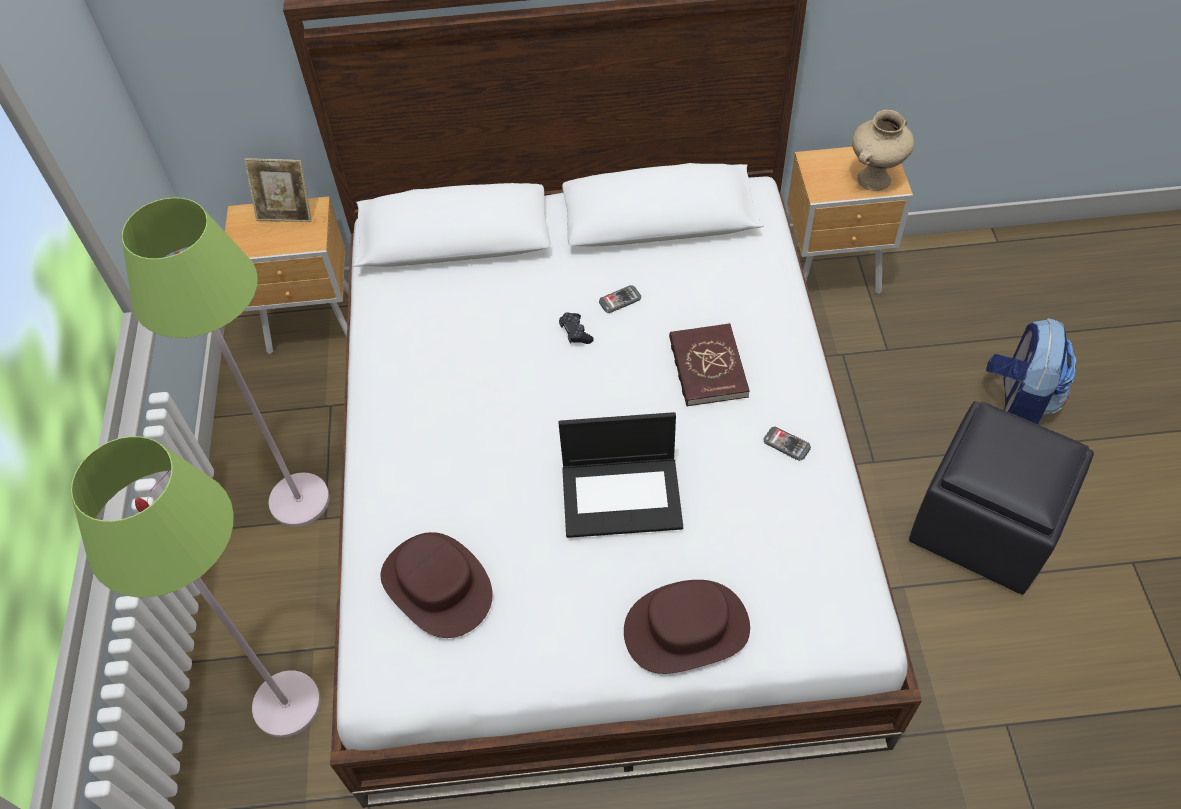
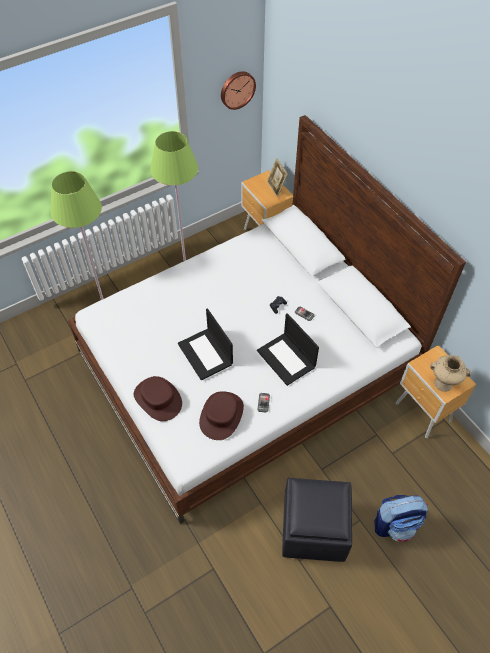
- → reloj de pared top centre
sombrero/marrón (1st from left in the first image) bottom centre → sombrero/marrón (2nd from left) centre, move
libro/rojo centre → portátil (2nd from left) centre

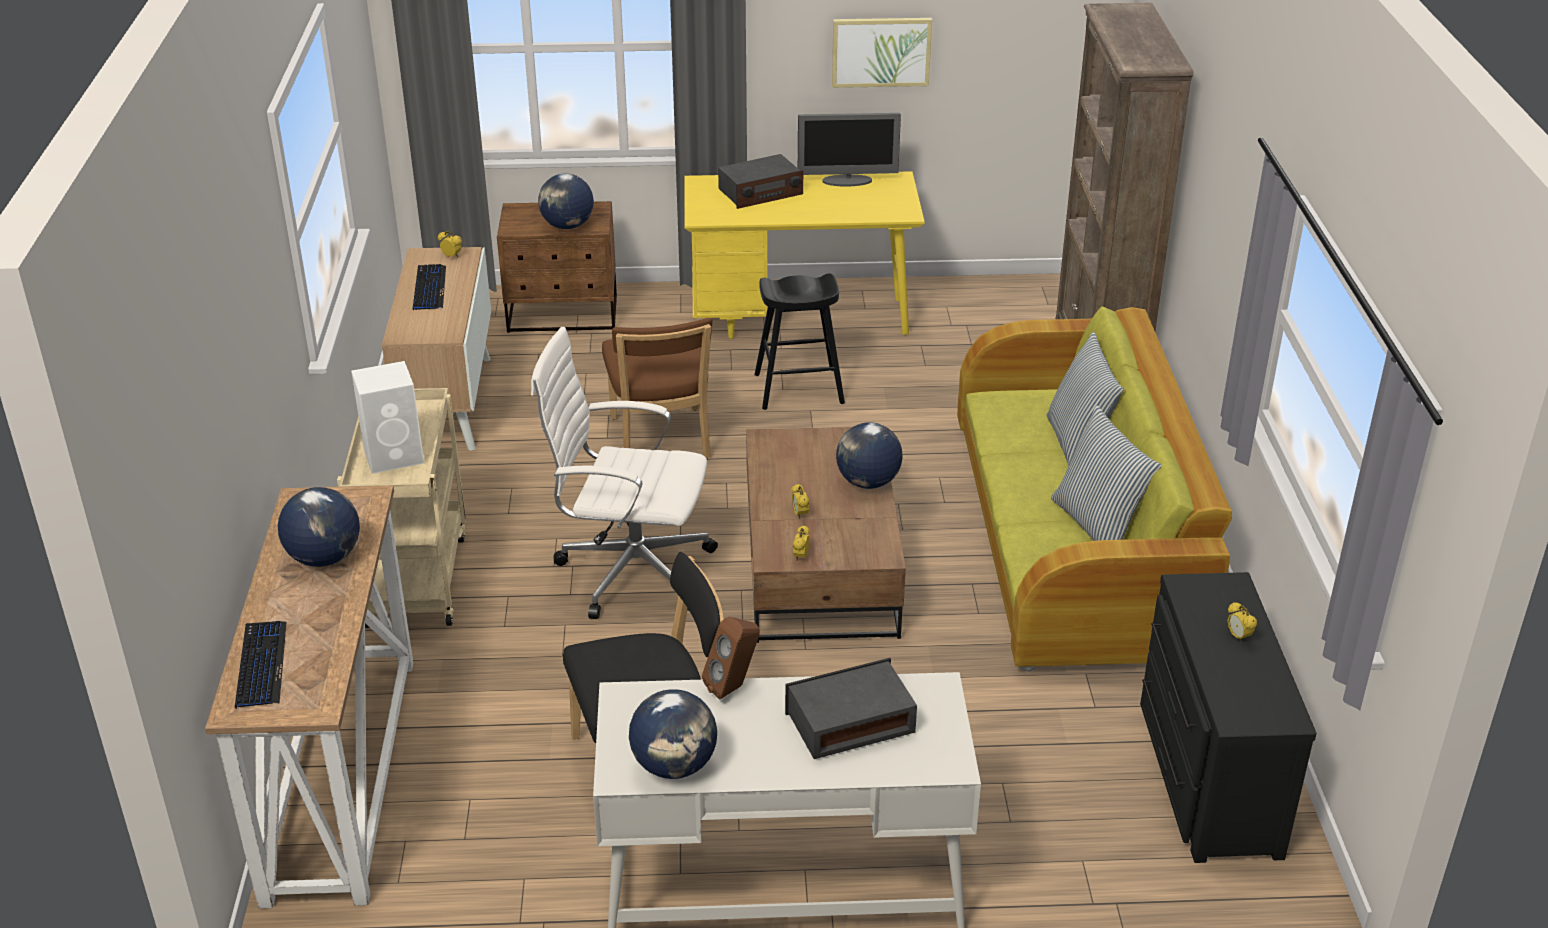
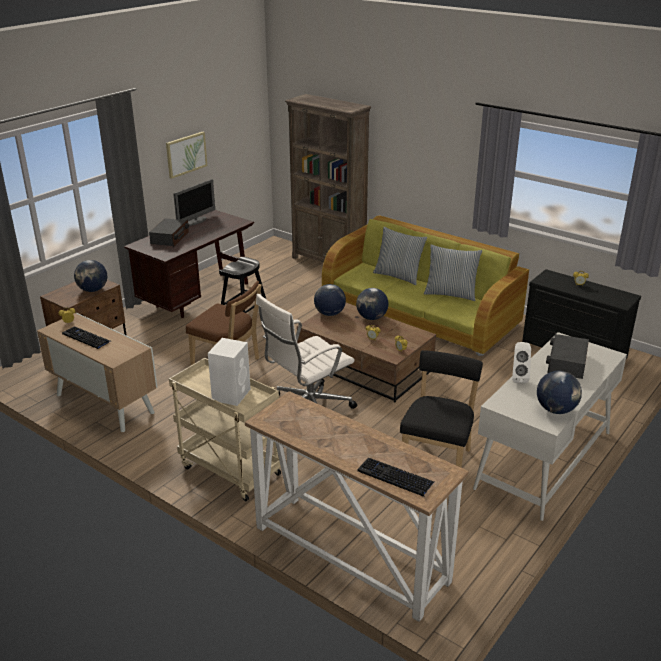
globo terráqueo (1st from left in the first image) middle left → globo terráqueo (2nd from left) centre, move
escritorio/amarillo top centre → escritorio/marrón middle left
altavoz/marrón bottom centre → altavoz/blanco (2nd from left) middle right

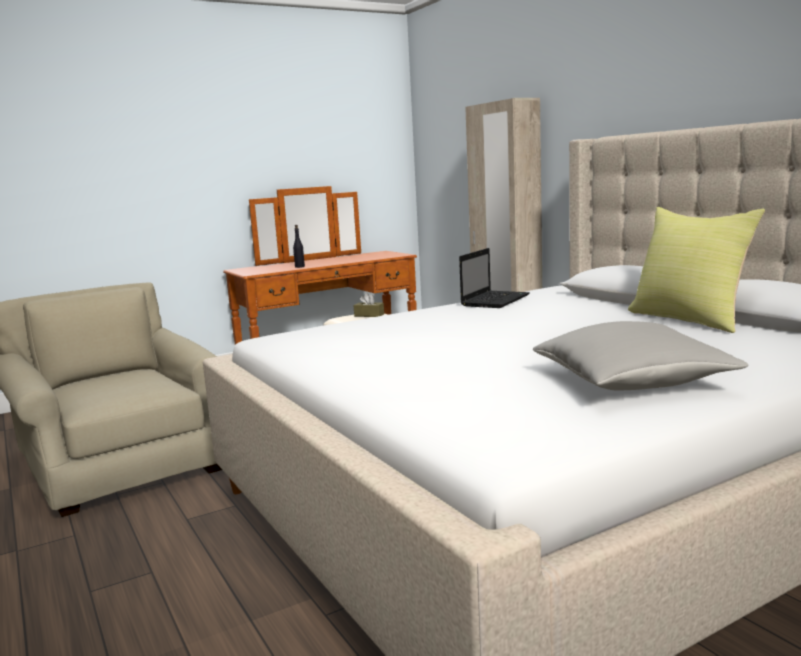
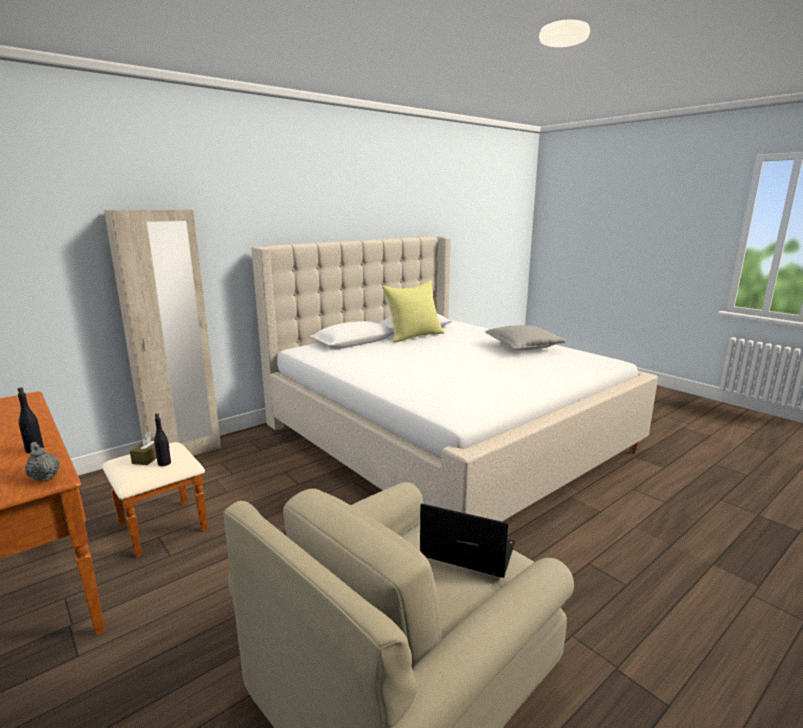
- → tetera/gris middle left
- → botella/negro (2nd from left) middle left
portátil centre → portátil bottom centre, move

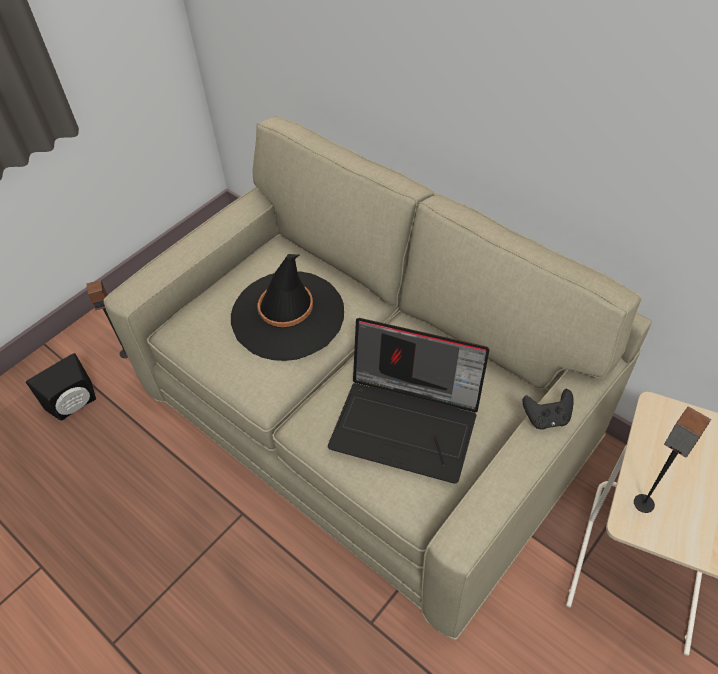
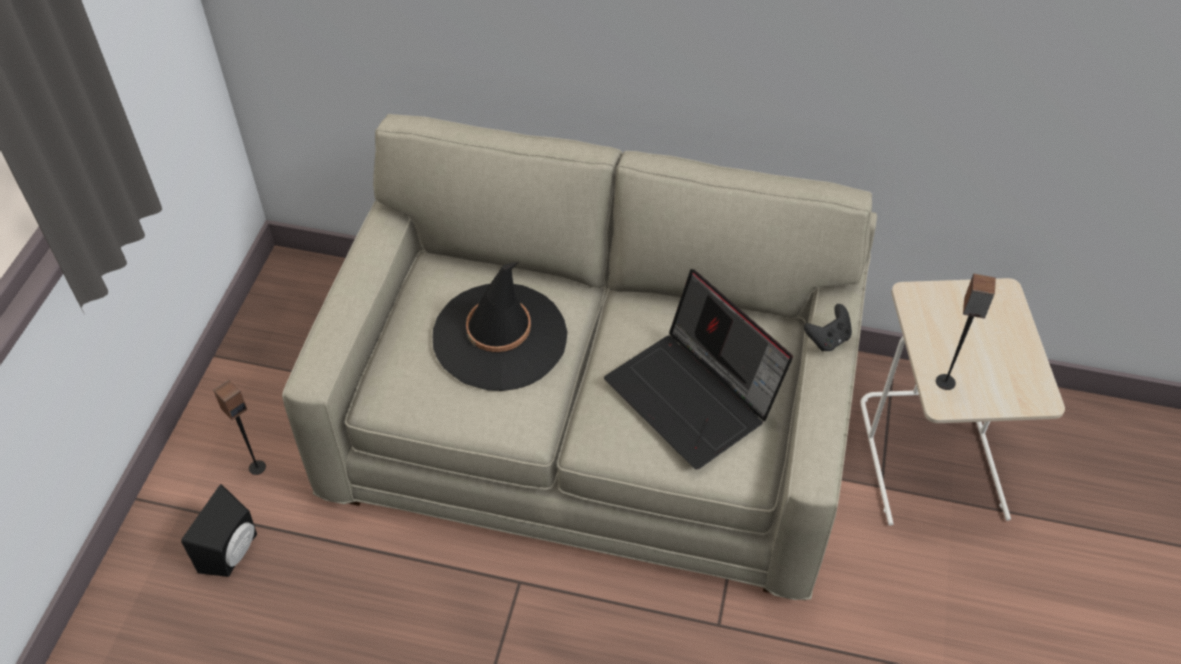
portátil centre, 60 degrees clockwise

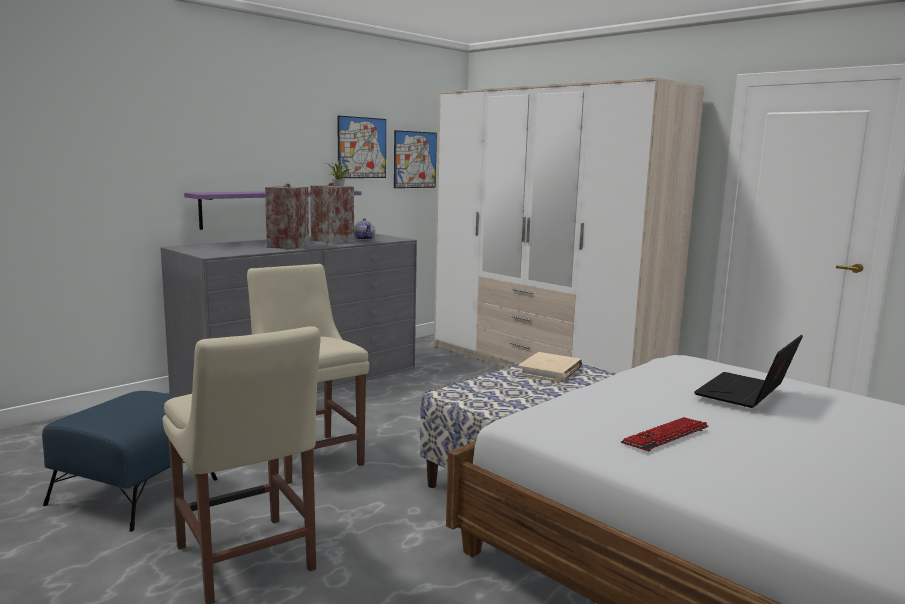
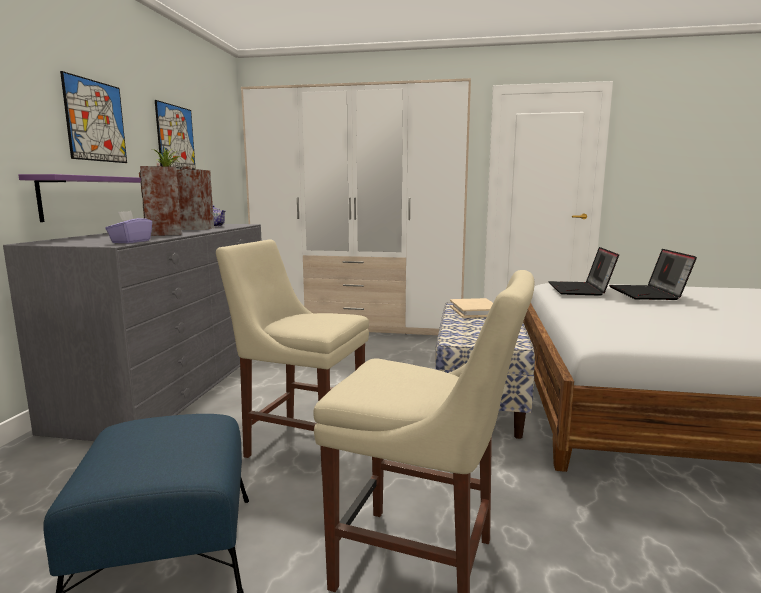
teclado bottom right → -
- → caja de pañuelos/morado middle left
- → portátil (1st from left) middle right
cuadro (2nd from left in the first image) top centre → cuadro (1st from left) top left, move

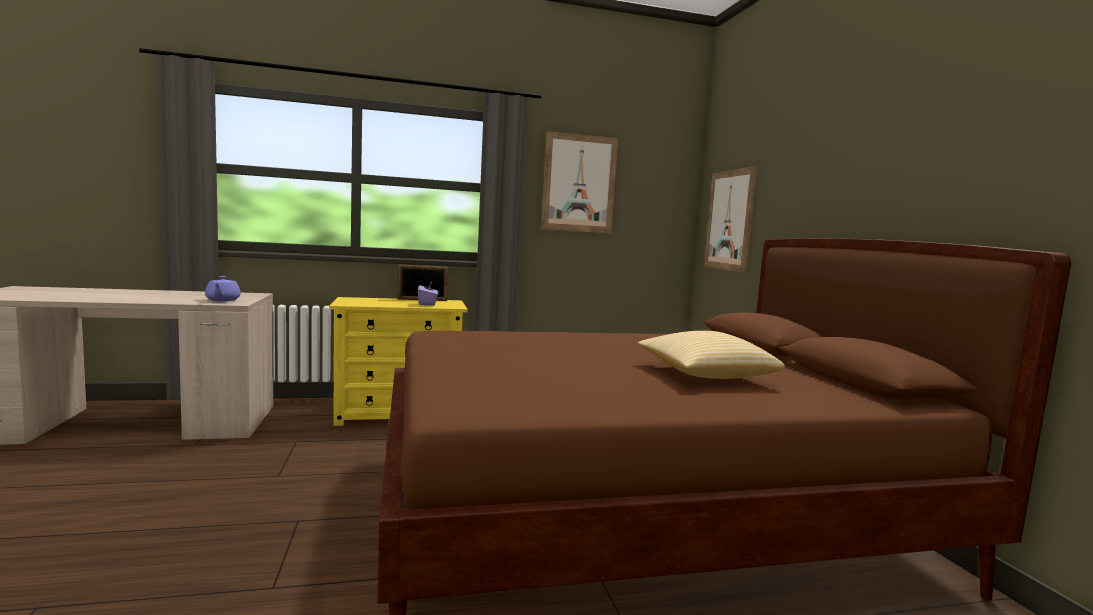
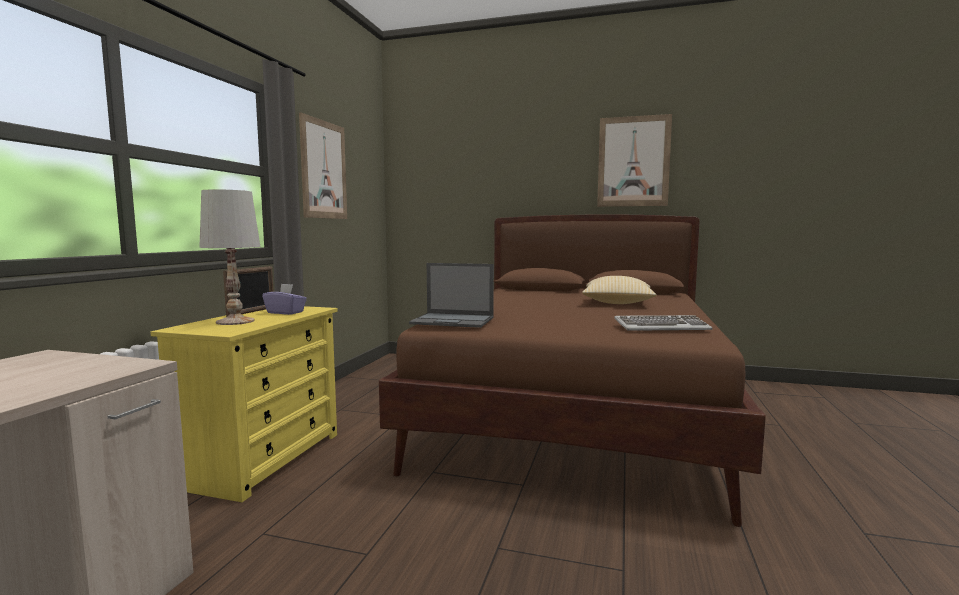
tetera/morado middle left → -
- → lámpara de mesa/blanco middle left
- → portátil centre
- → teclado middle right
cuadro (2nd from left) middle right → cuadro (2nd from left) top centre, move

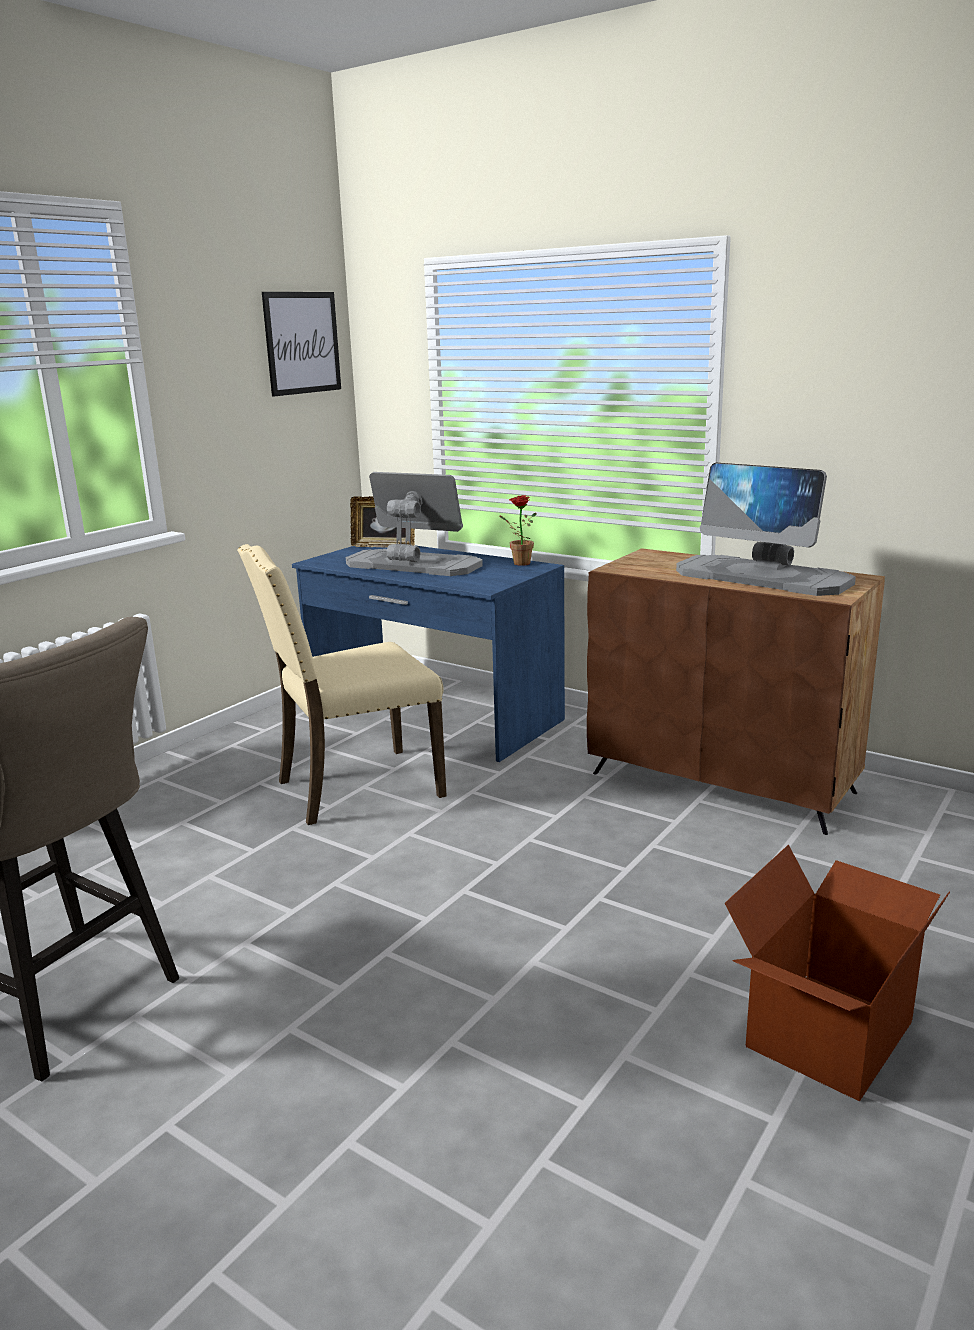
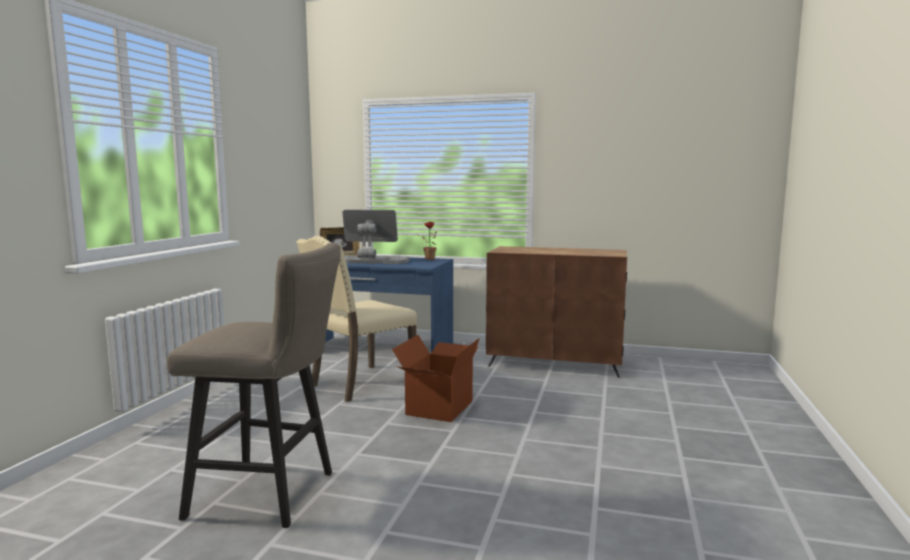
cuadro top left → -
monitor (2nd from left) middle right → -
caja de cartón bottom right → caja de cartón bottom centre, move

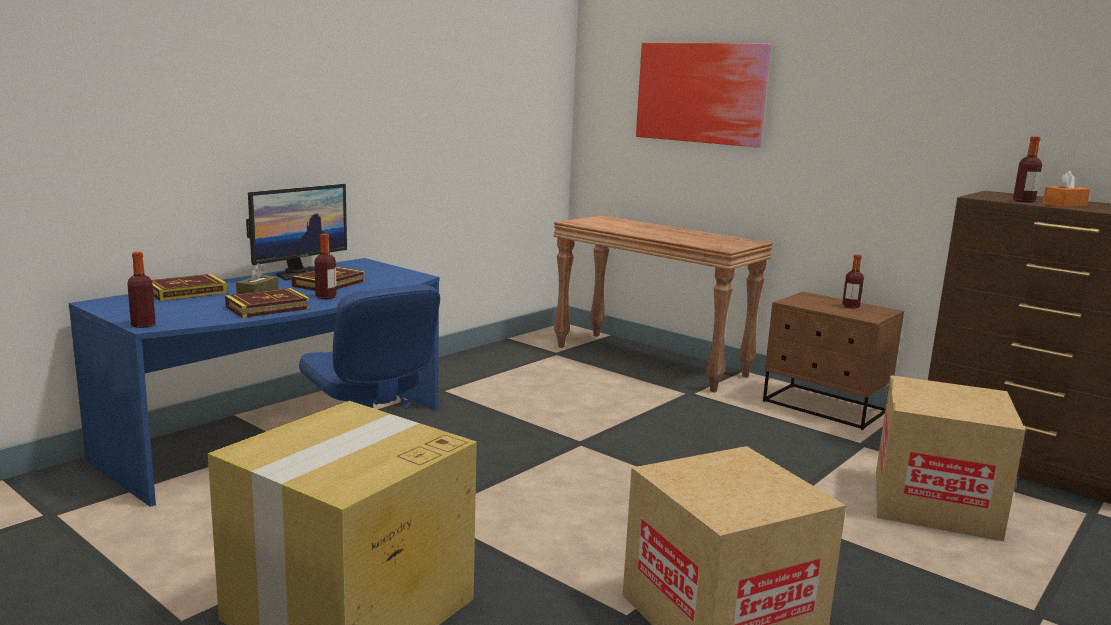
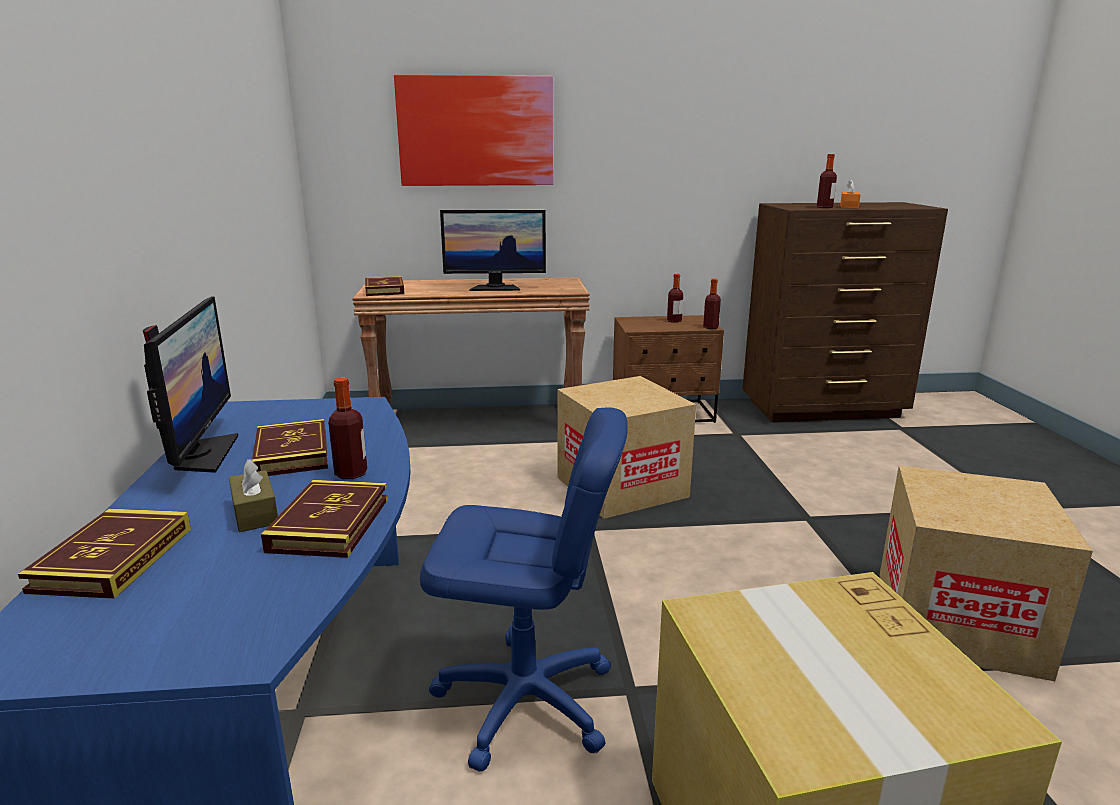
- → libro (4th from left) centre
- → monitor (2nd from left) top centre
botella (1st from left in the first image) middle left → botella (3rd from left) centre, move
caja de cartón (3rd from left in the first image) bottom right → caja de cartón (1st from left) centre, move

